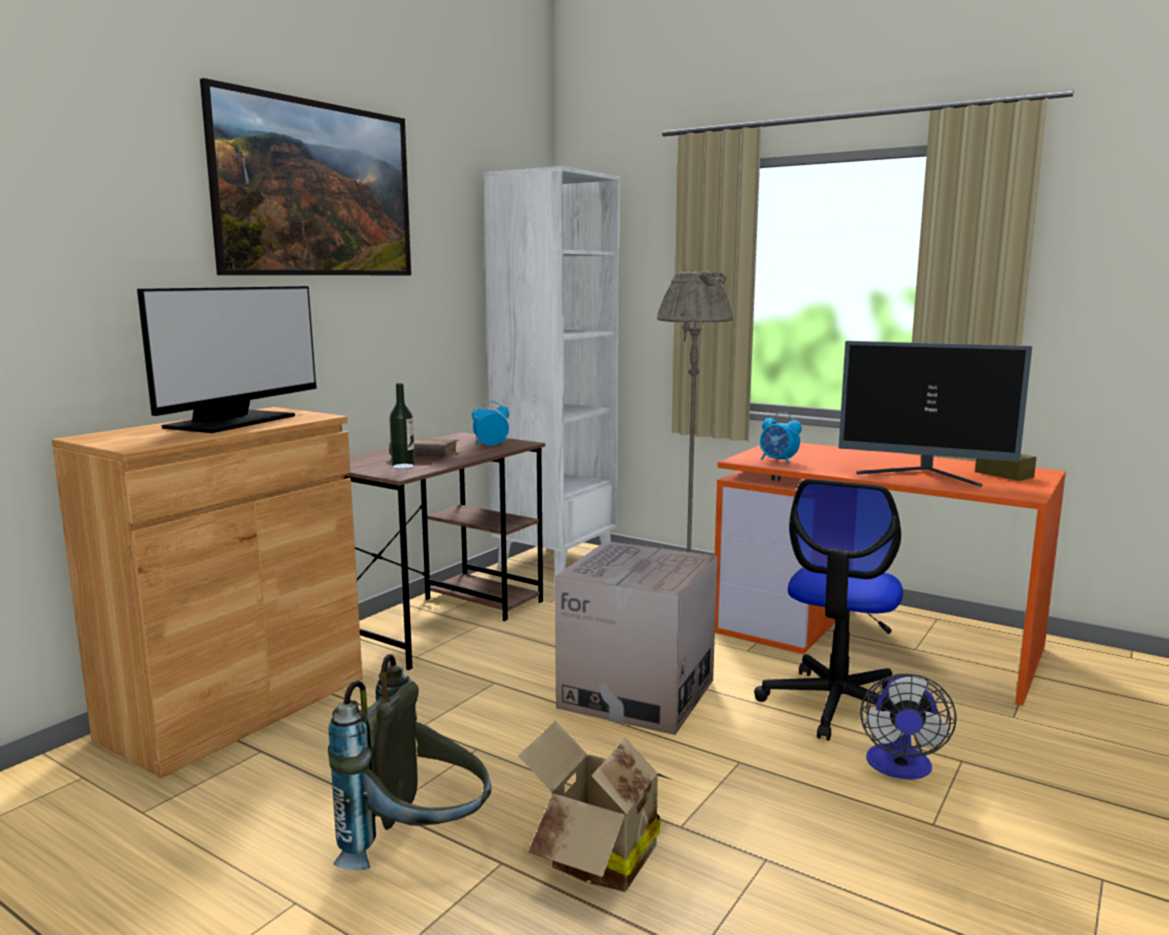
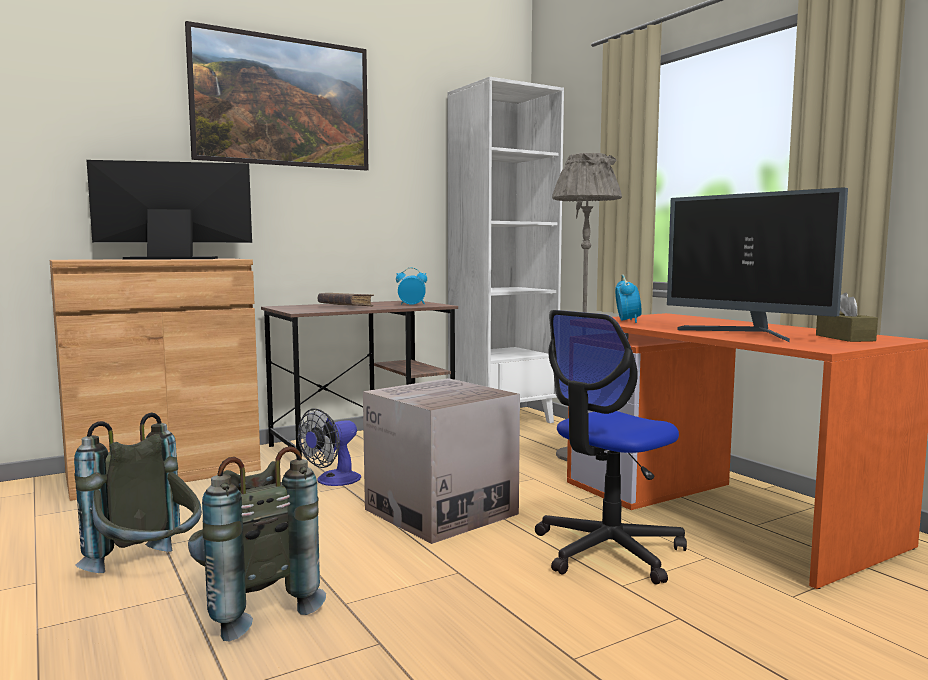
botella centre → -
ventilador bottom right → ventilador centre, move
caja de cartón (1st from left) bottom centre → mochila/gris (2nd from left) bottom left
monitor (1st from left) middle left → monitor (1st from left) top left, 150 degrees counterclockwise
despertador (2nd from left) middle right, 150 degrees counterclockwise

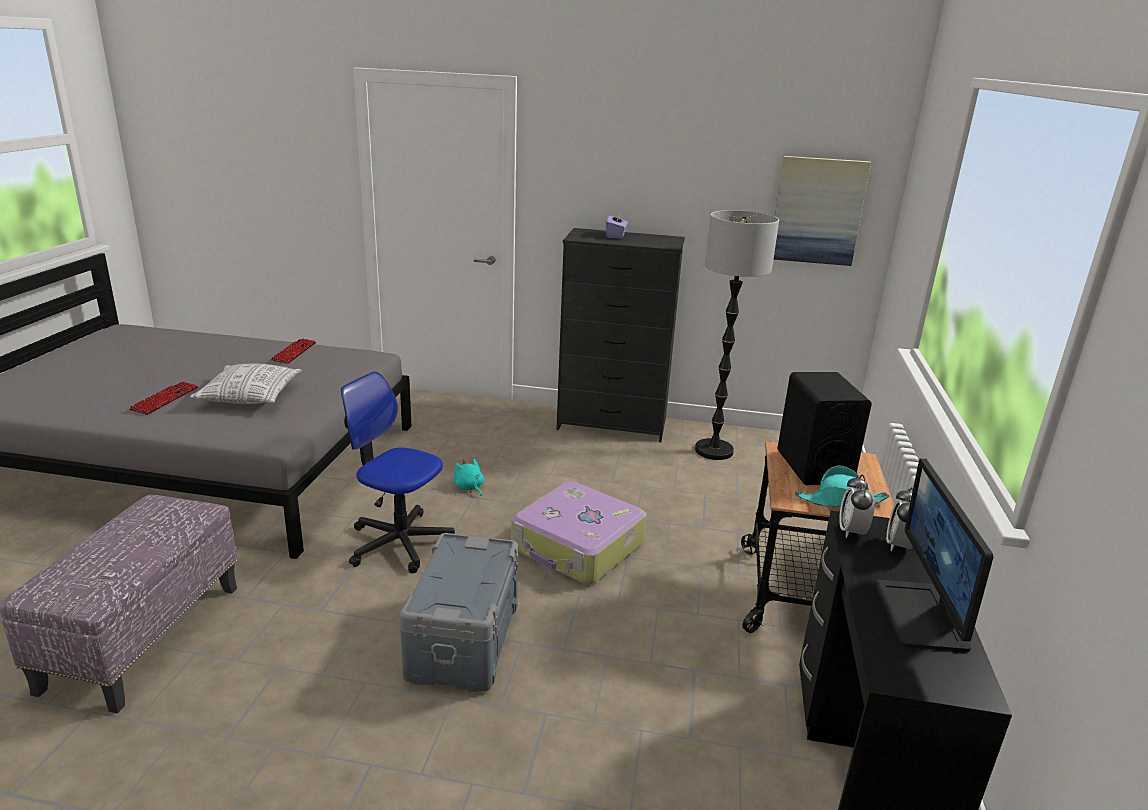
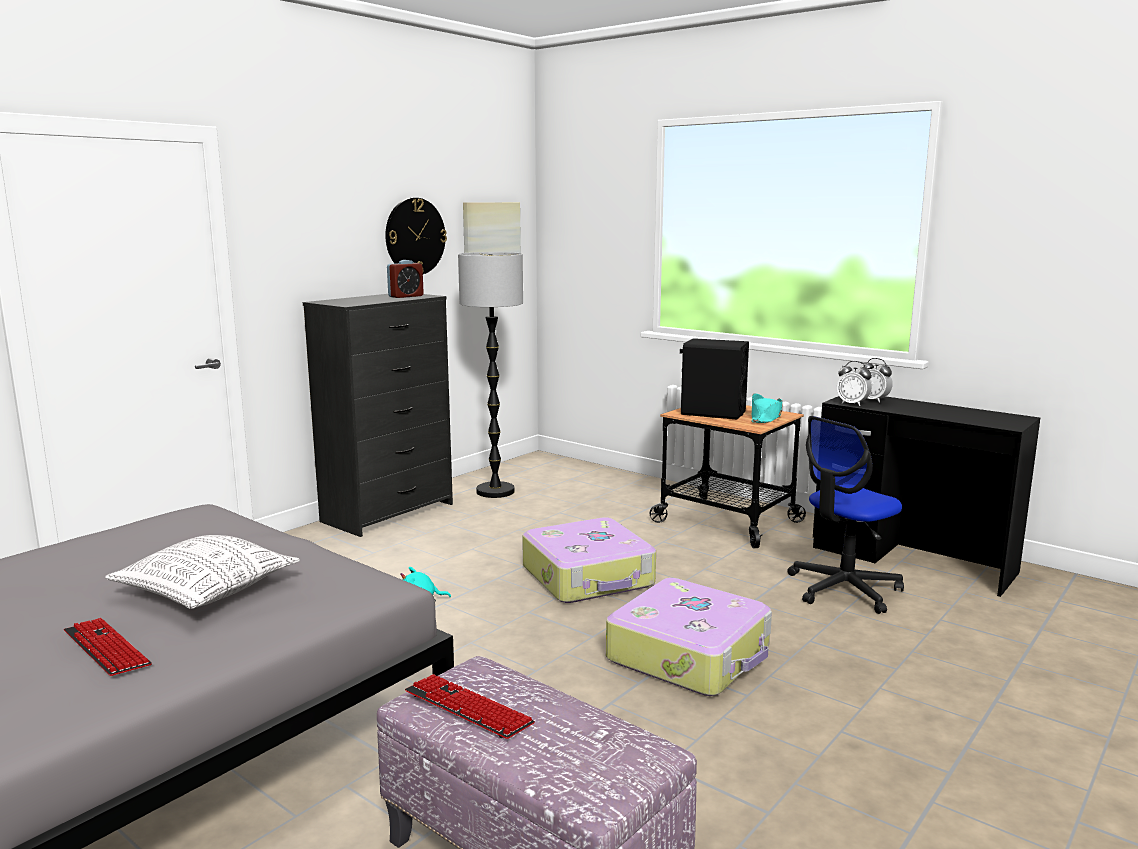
caja de pañuelos/morado top centre → -
monitor bottom right → -
- → reloj de pared top centre
- → despertador (1st from left) top centre
teclado (2nd from left) middle left → teclado (2nd from left) bottom centre, move
silla de oficina centre → silla de oficina middle right, move
caja de almacenaje/gris bottom centre → maleta (2nd from left) bottom centre

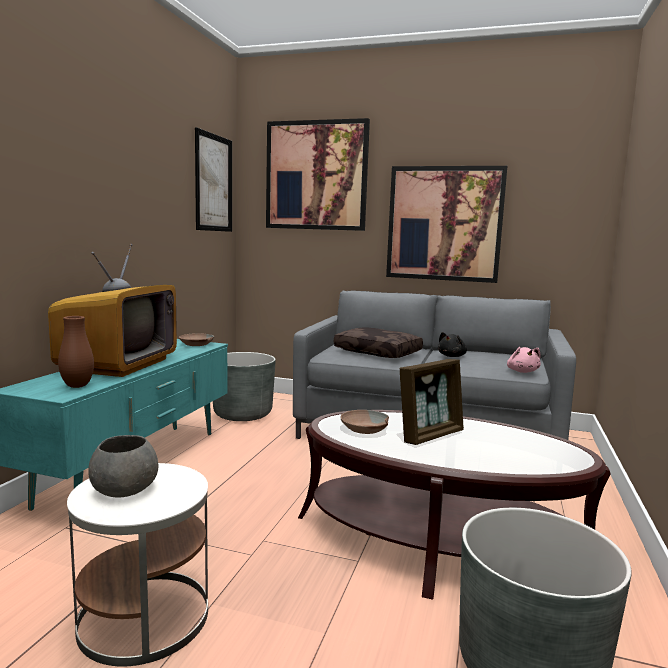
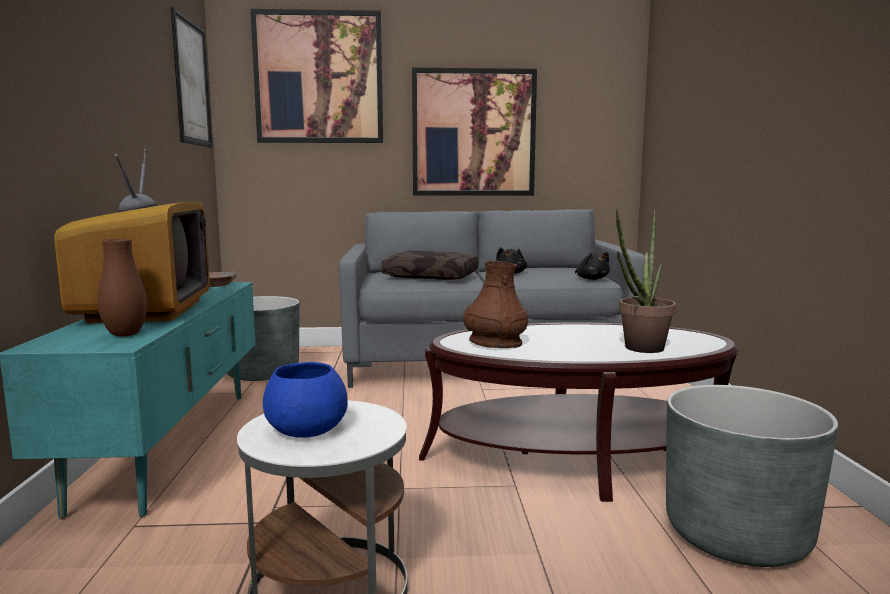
portarretratos centre → -
- → planta en maceta middle right
cuenco/marrón (2nd from left) centre → florero/marrón (2nd from left) centre
cuenco/gris bottom left → cuenco/azul bottom centre
peluche/rosa middle right → peluche/negro (2nd from left) centre

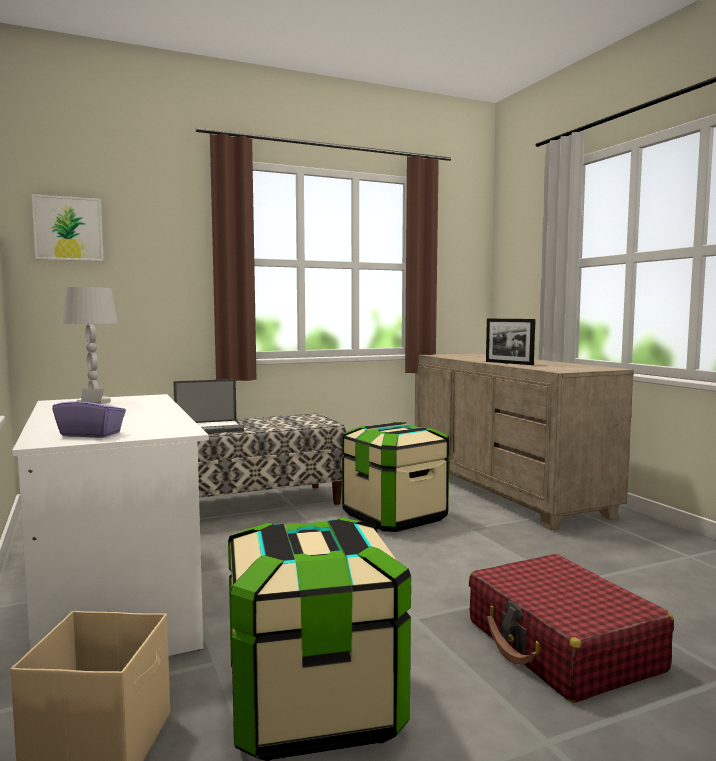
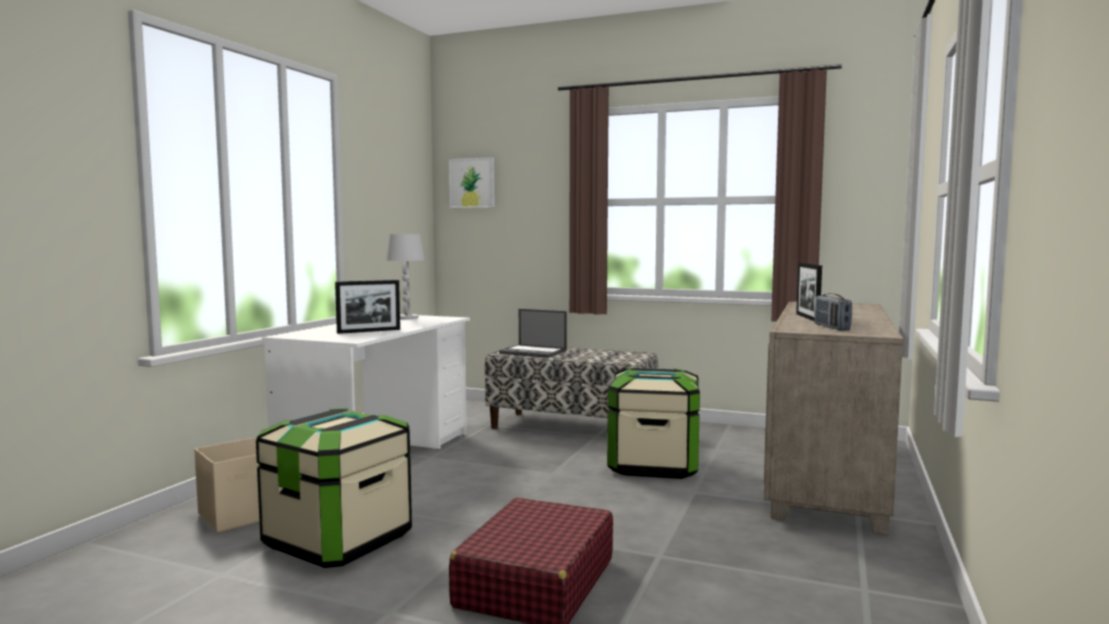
caja de pañuelos/morado middle left → -
- → portarretratos (1st from left) middle left
- → radio middle right

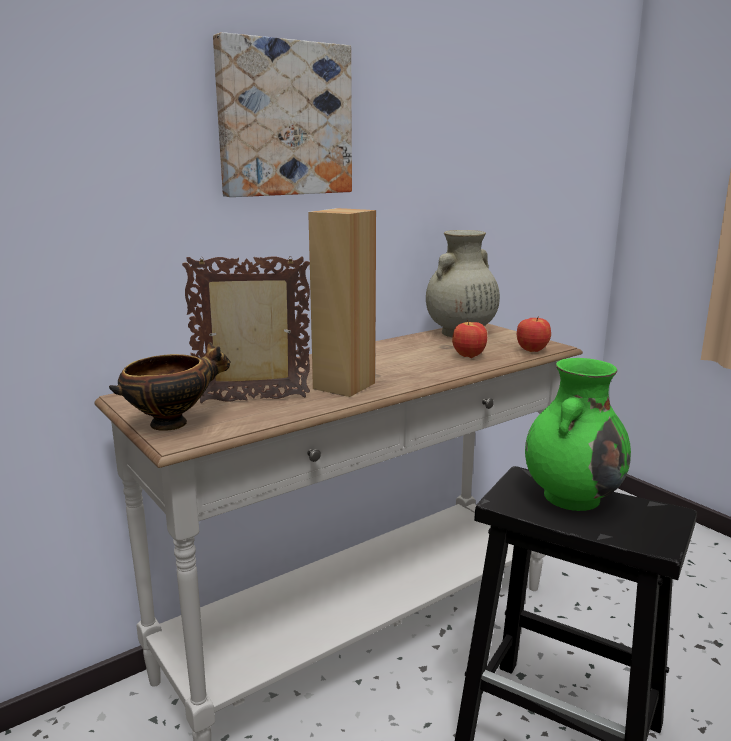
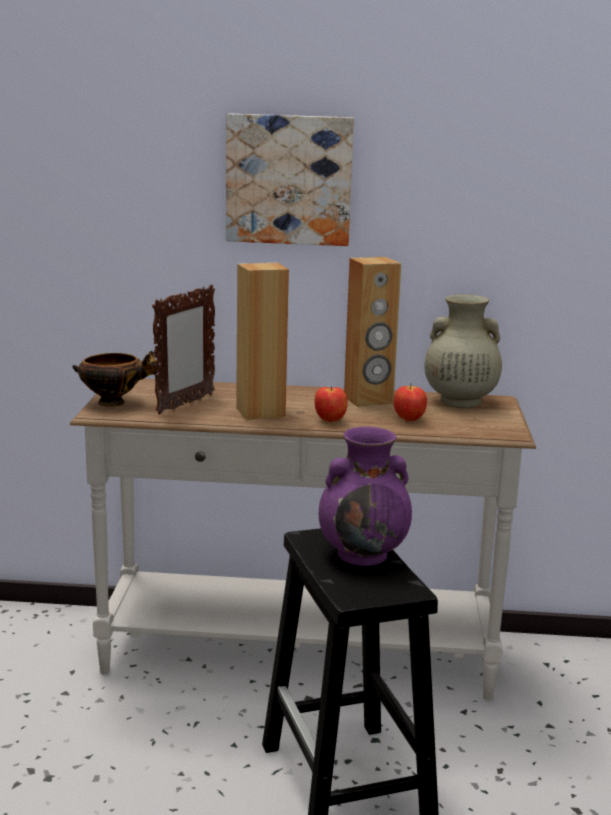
- → altavoz/marrón (2nd from left) centre
manzana (2nd from left in the first image) middle right → manzana (1st from left) centre, move
florero/verde middle right → florero/morado centre
portarretratos centre → portarretratos middle left, 90 degrees clockwise

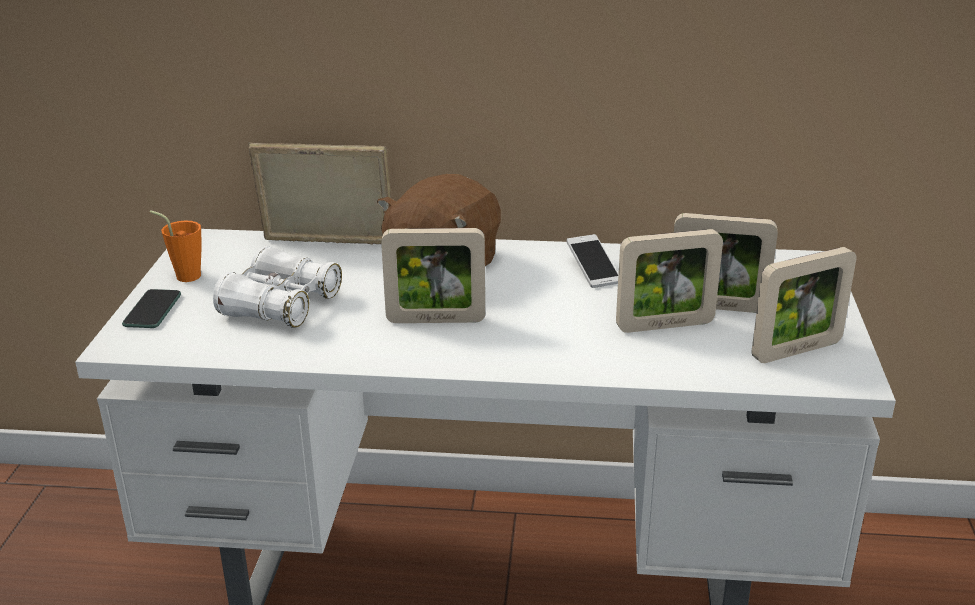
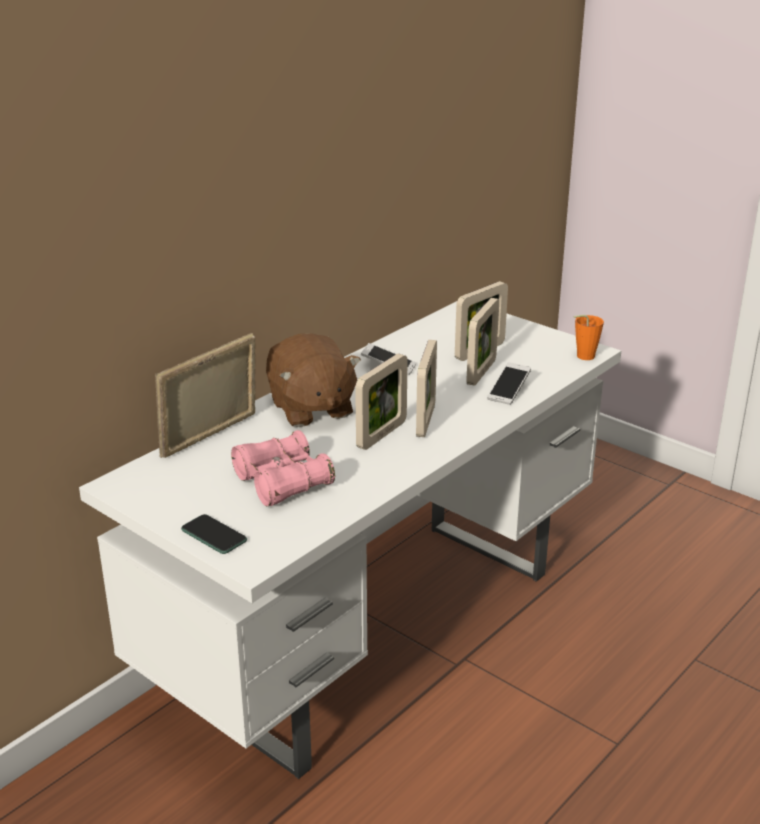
- → móvil (3rd from left) middle right
taza/naranja middle left → taza/naranja middle right, move
portarretratos (5th from left in the first image) middle right → portarretratos (3rd from left) centre, move
prismáticos/blanco middle left → prismáticos/rosa centre

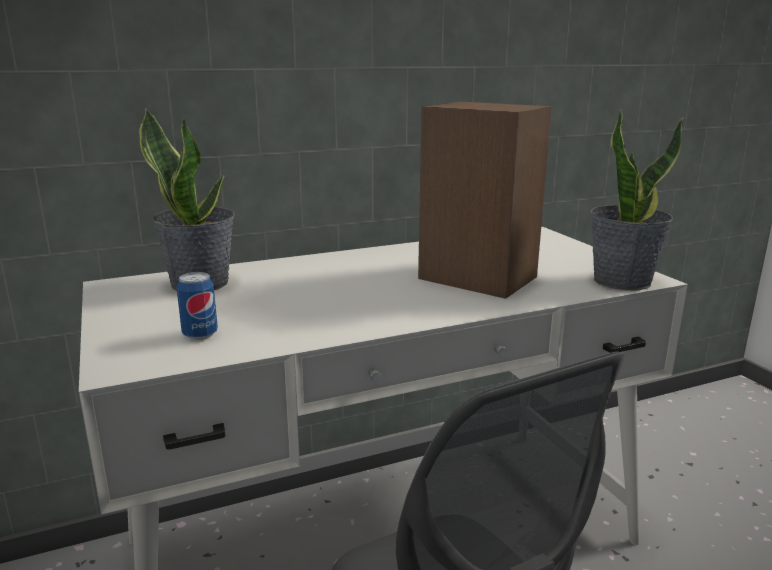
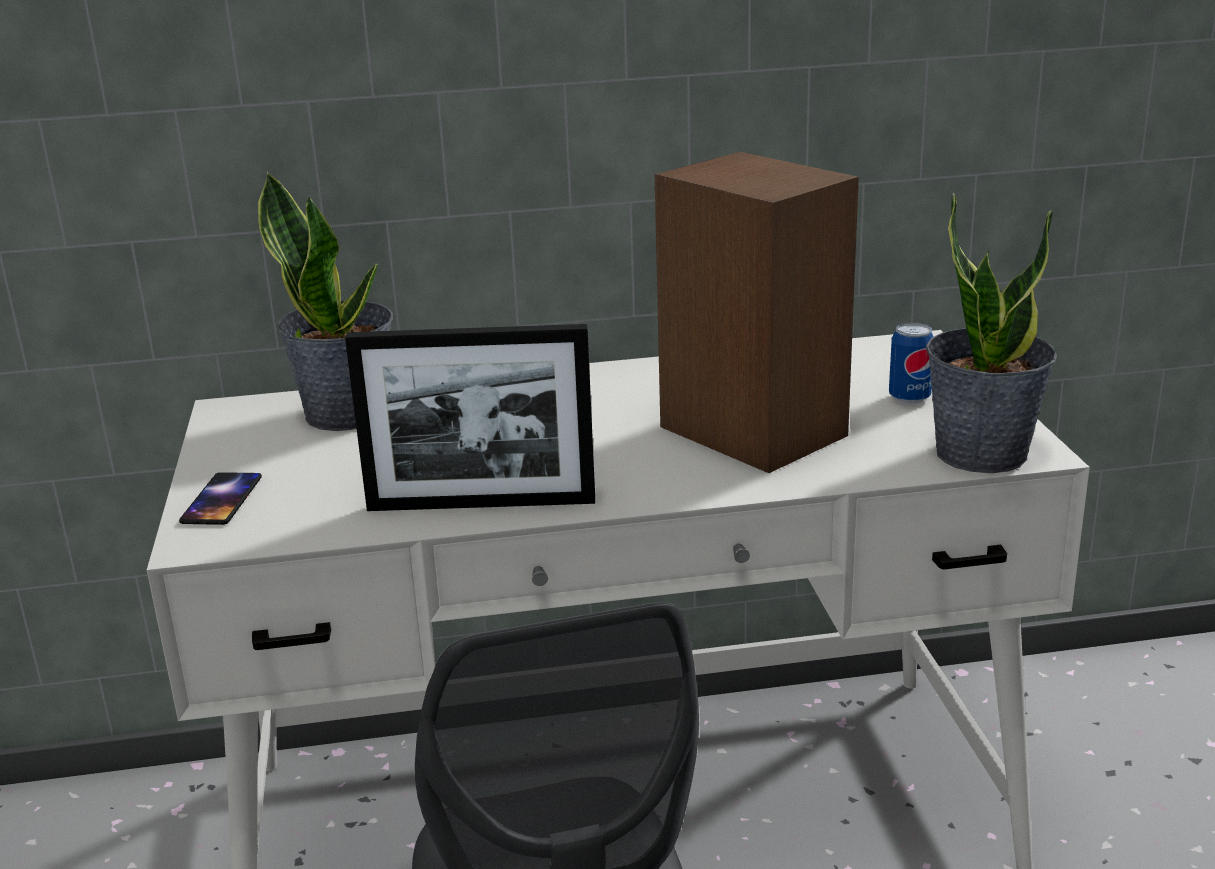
- → móvil middle left
- → portarretratos centre
lata middle left → lata middle right, move

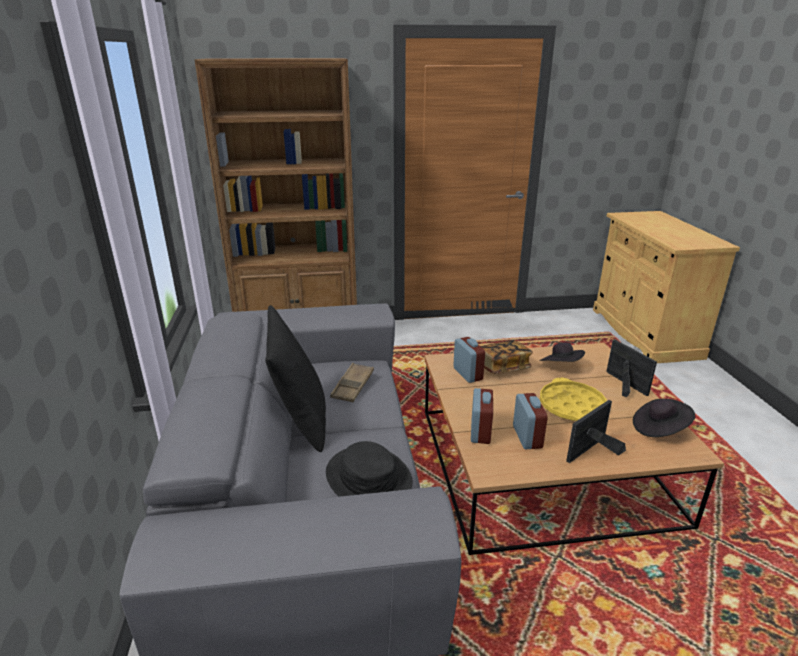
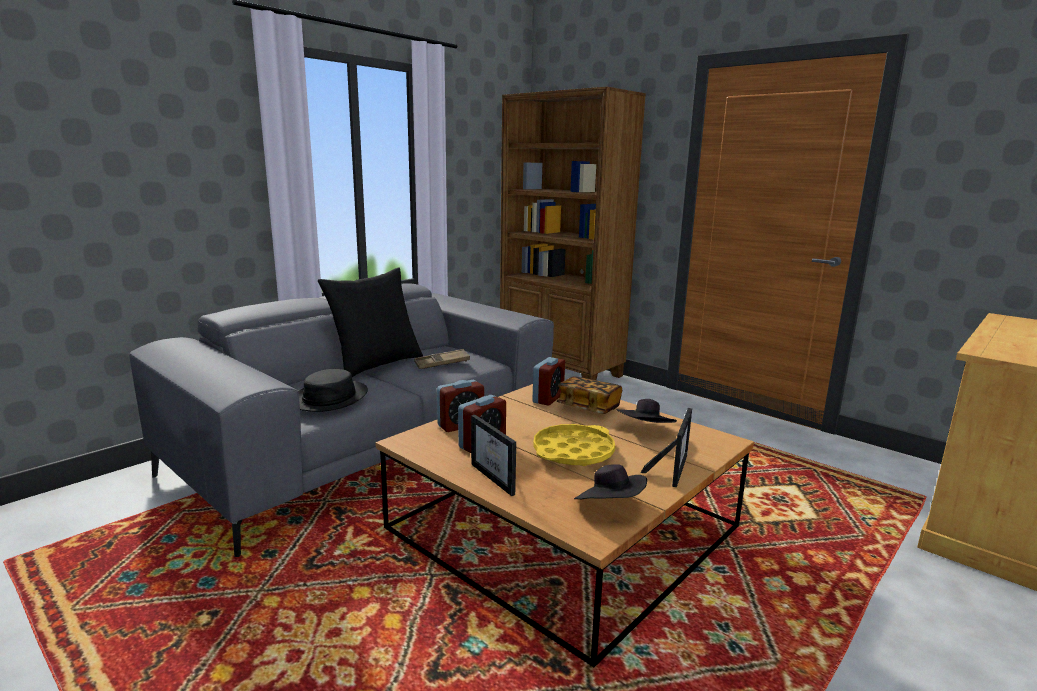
portarretratos (1st from left) middle right → portarretratos (1st from left) centre, 135 degrees counterclockwise

